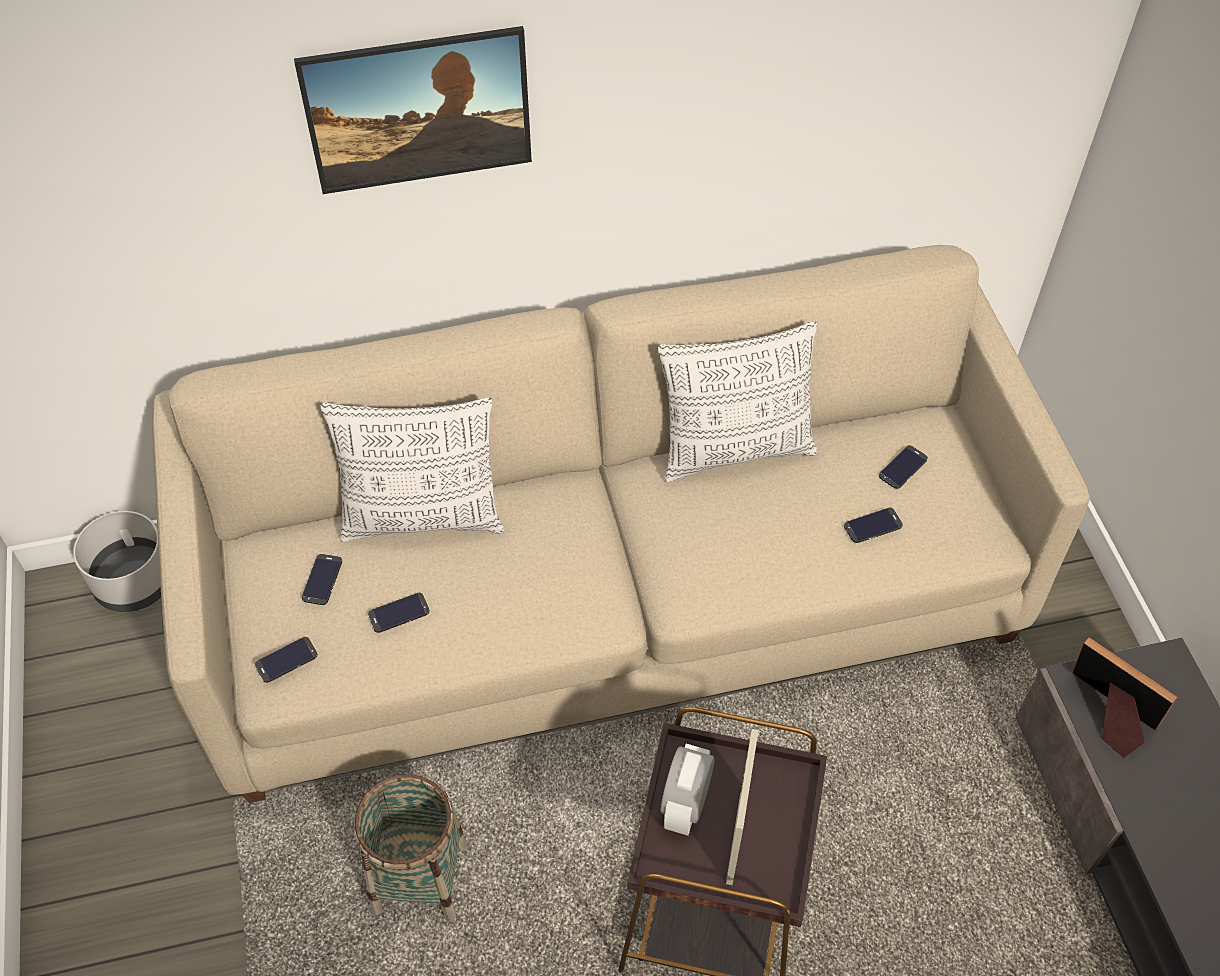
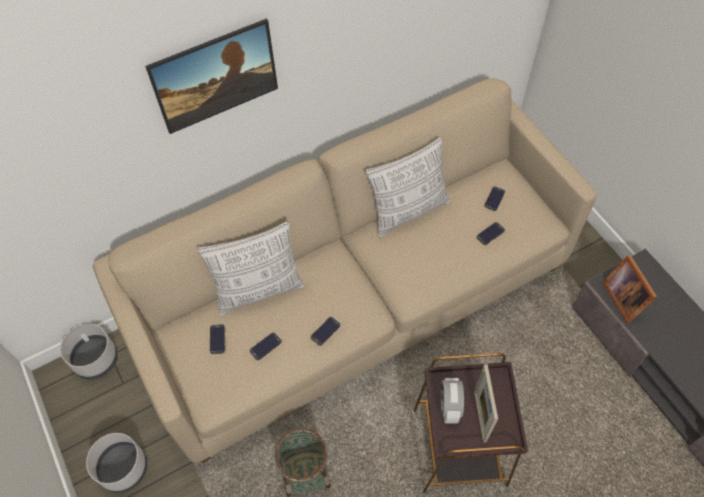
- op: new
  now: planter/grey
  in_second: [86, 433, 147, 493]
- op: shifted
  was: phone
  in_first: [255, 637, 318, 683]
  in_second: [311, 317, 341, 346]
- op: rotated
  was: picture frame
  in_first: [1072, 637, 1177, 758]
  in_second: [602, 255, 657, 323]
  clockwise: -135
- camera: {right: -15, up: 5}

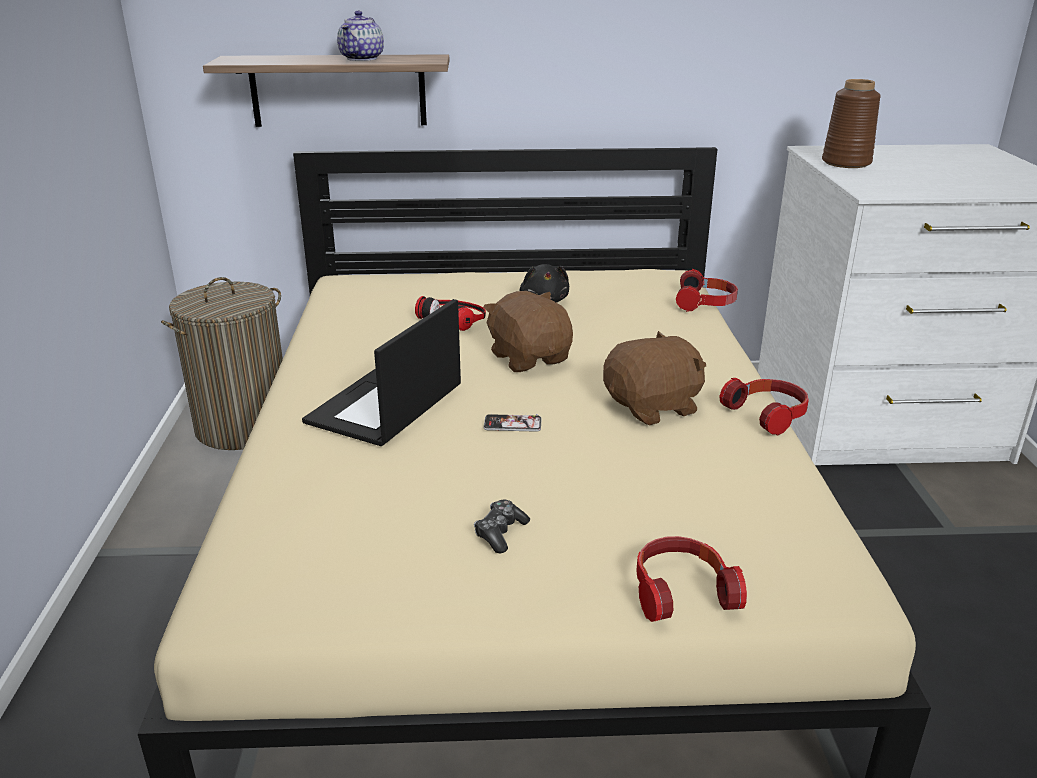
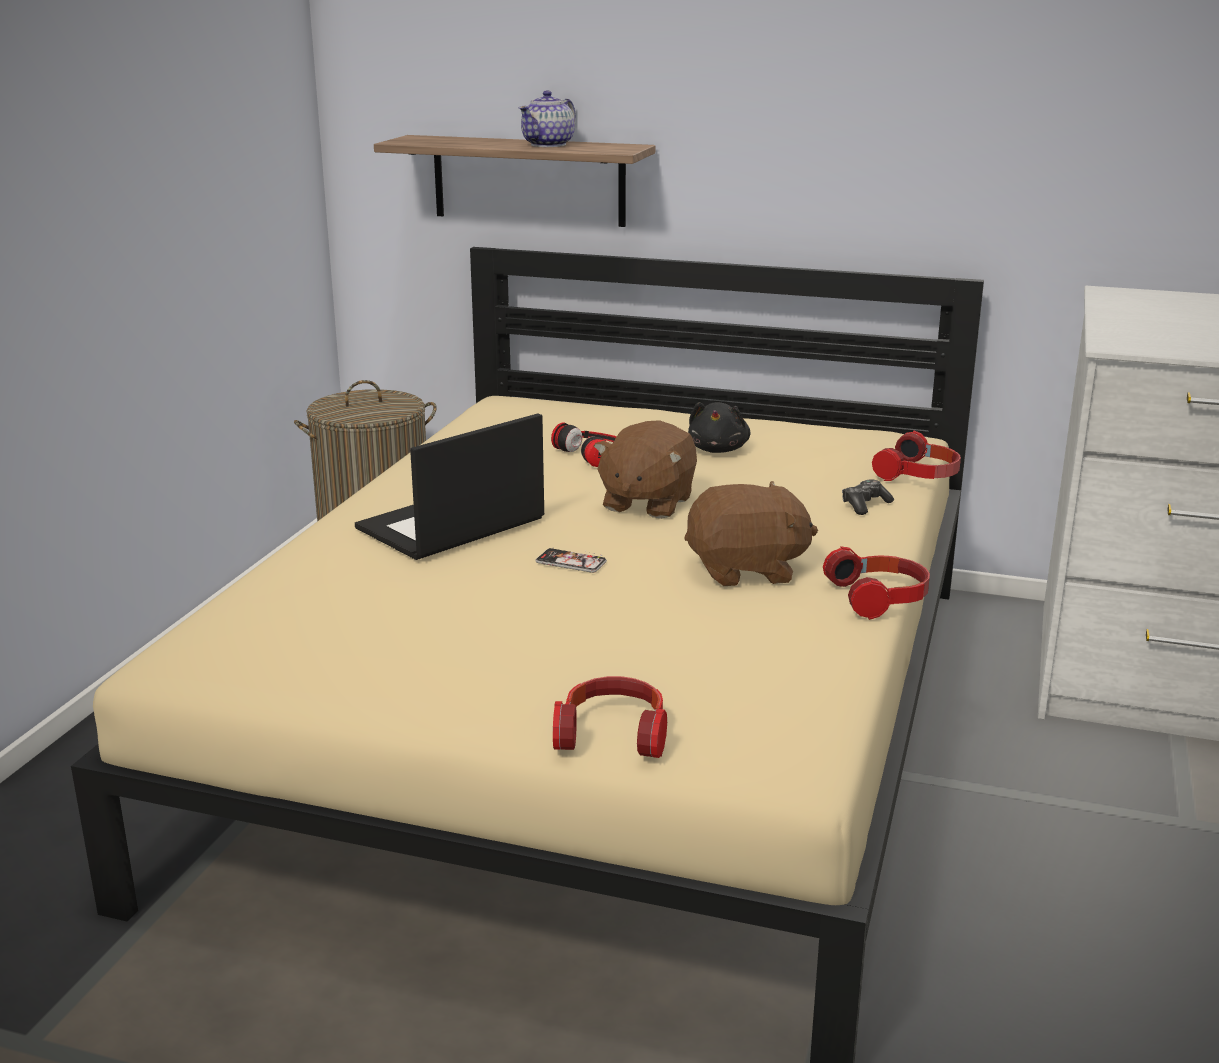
- op: rotated
  was: plush toy/brown
  in_first: [483, 291, 573, 372]
  in_second: [594, 420, 697, 519]
  clockwise: -150
- op: shifted
  was: game controller
  in_first: [474, 500, 530, 553]
  in_second: [842, 479, 894, 515]
- op: gone
  was: vase/brown
  in_first: [822, 79, 881, 168]
- camera: {right: 20, up: -5}

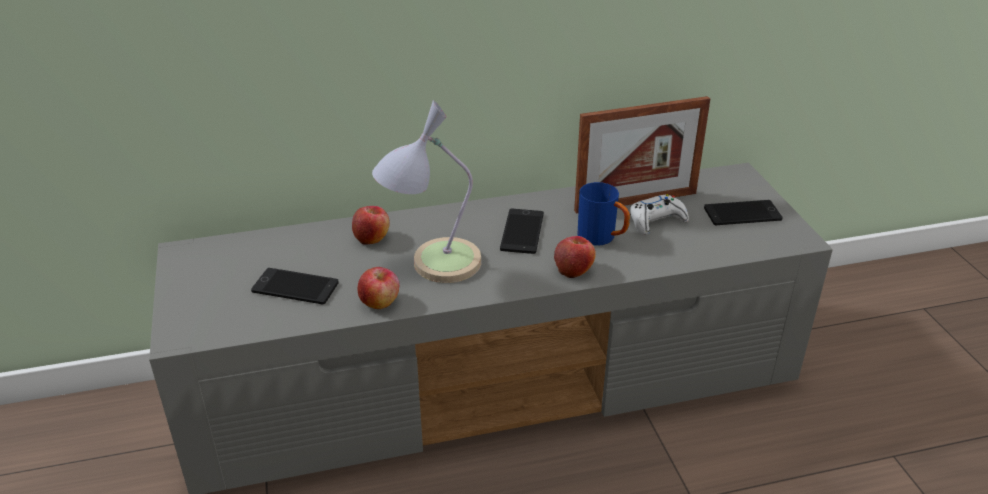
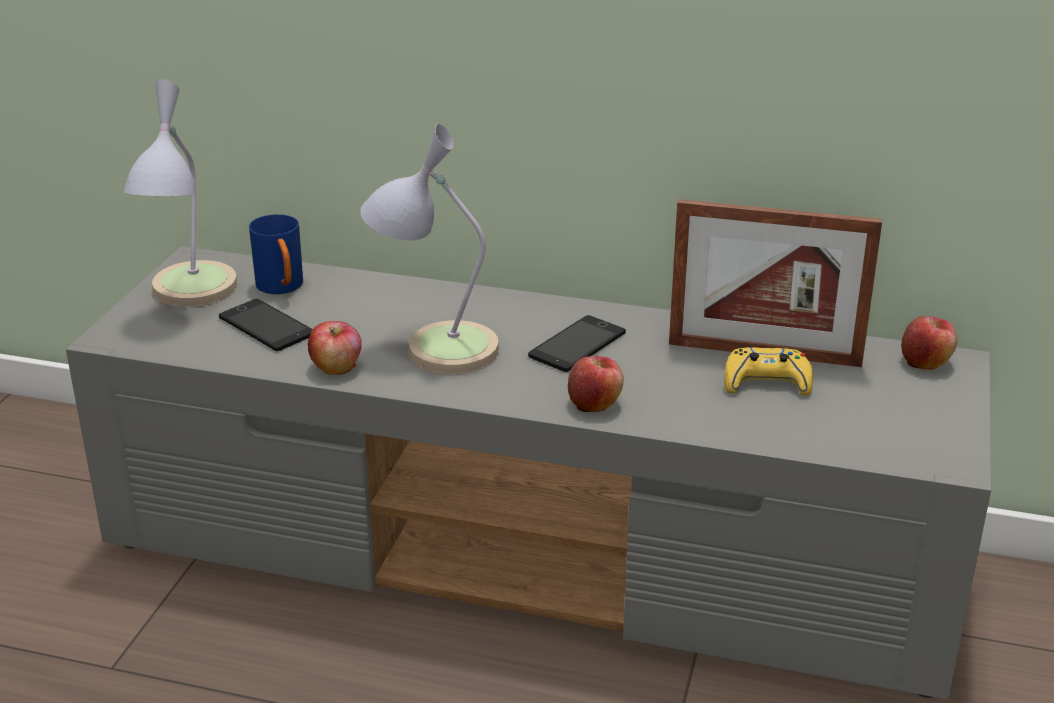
- op: new
  now: table lamp
  in_second: [124, 79, 238, 307]
- op: shifted
  was: mug/blue
  in_first: [577, 182, 630, 246]
  in_second: [249, 214, 303, 294]
- op: repainted
  was: game controller/white
  now: game controller/yellow
  in_first: [630, 194, 689, 235]
  in_second: [724, 347, 813, 396]
- op: shifted
  was: apple
  in_first: [352, 206, 390, 245]
  in_second: [901, 316, 957, 370]
- op: gone
  was: phone
  in_first: [704, 200, 783, 226]
- camera: {right: 30, up: -5}

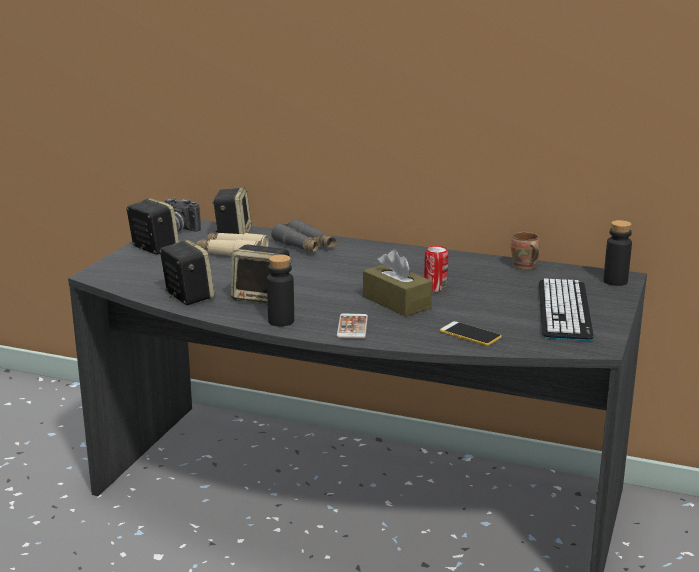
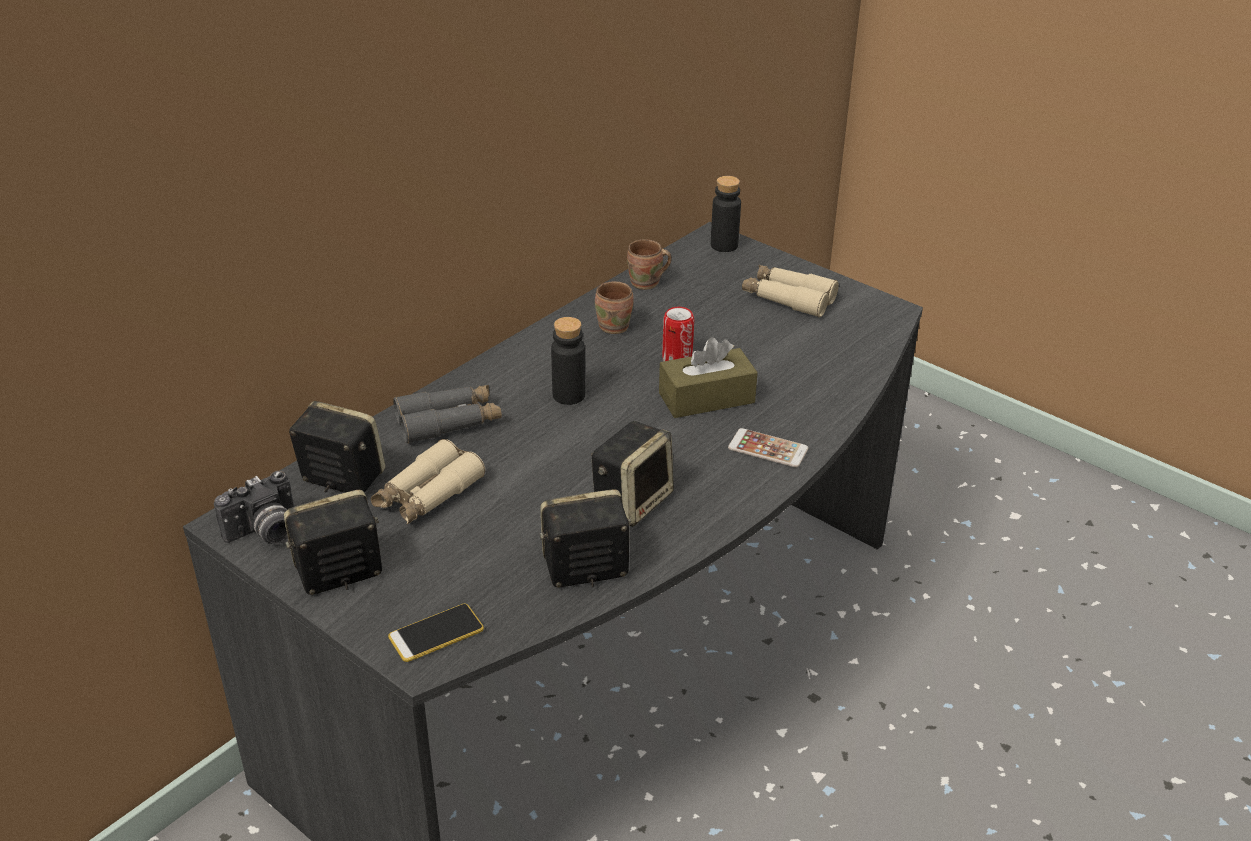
- op: shifted
  was: phone
  in_first: [440, 321, 502, 346]
  in_second: [388, 604, 484, 662]
- op: shifted
  was: bottle/black
  in_first: [267, 255, 294, 326]
  in_second: [551, 317, 585, 405]
- op: new
  now: mug/brown
  in_second: [595, 281, 634, 334]
- op: swapped
  was: keyboard
  now: binoculars/beige
  in_first: [539, 278, 594, 341]
  in_second: [742, 265, 839, 318]
- camera: {right: -70, up: 15}

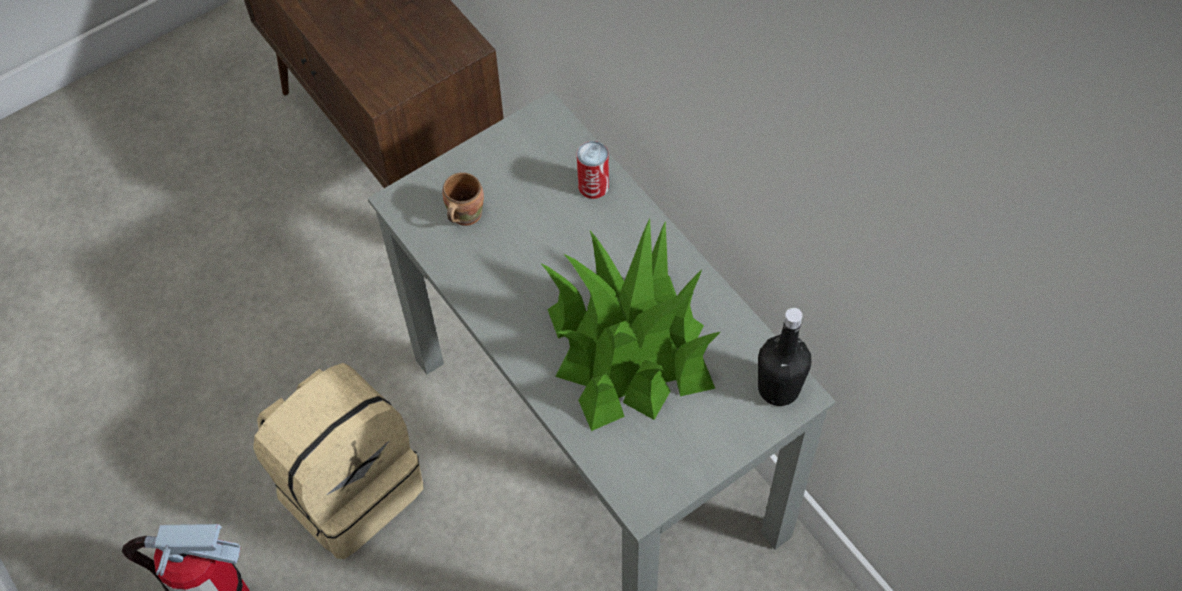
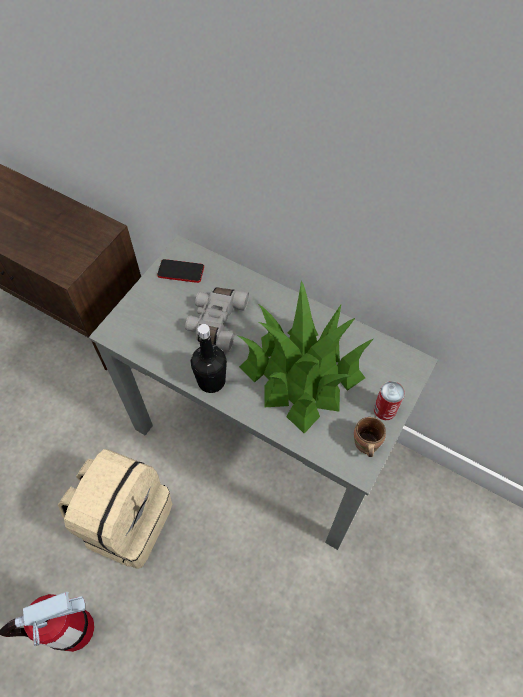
- op: new
  now: phone
  in_second: [157, 259, 204, 283]
- op: new
  now: binoculars/grey
  in_second: [185, 287, 249, 352]
- op: shifted
  was: bottle/black
  in_first: [758, 308, 811, 406]
  in_second: [191, 324, 227, 393]
- op: shifted
  was: mug/brown
  in_first: [443, 172, 484, 226]
  in_second: [354, 417, 386, 457]
- op: shifted
  was: can
  in_first: [577, 141, 609, 199]
  in_second: [374, 381, 405, 420]
- camera: {right: -25, up: 0}

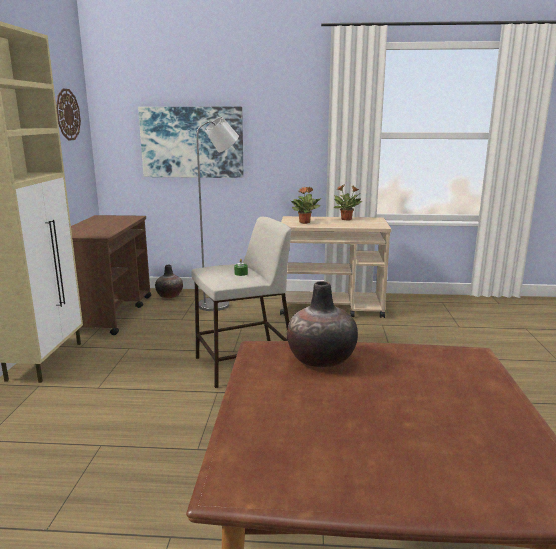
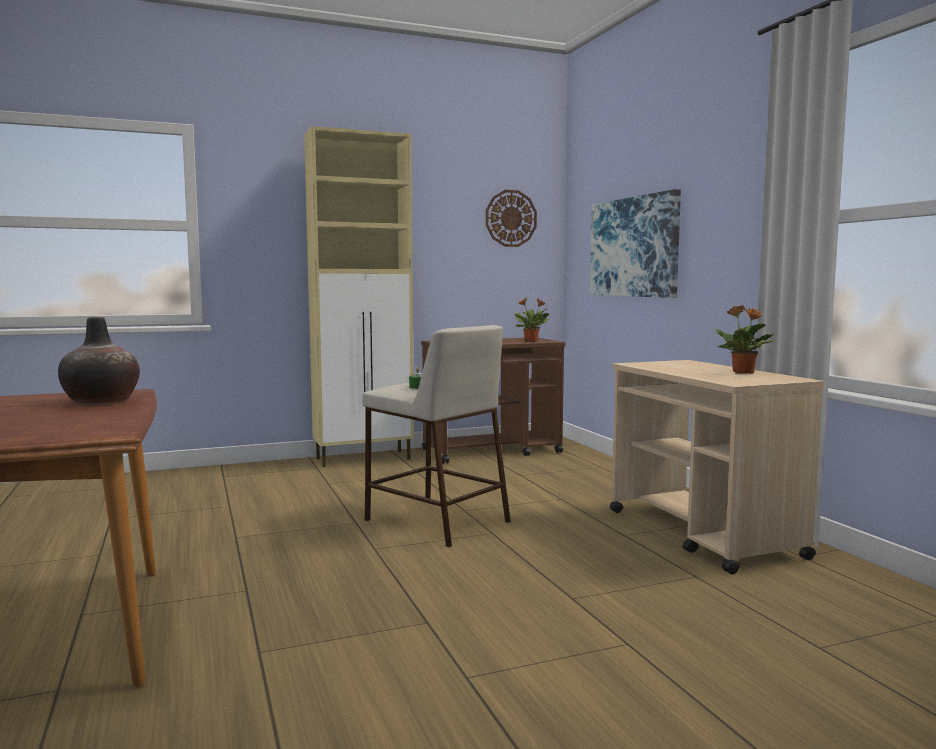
- op: shifted
  was: potted plant
  in_first: [291, 187, 321, 224]
  in_second: [514, 297, 549, 342]
- op: gone
  was: vase
  in_first: [155, 265, 183, 298]
- op: gone
  was: floor lamp/grey
  in_first: [196, 117, 239, 311]
- camera: {right: 65, up: -10}

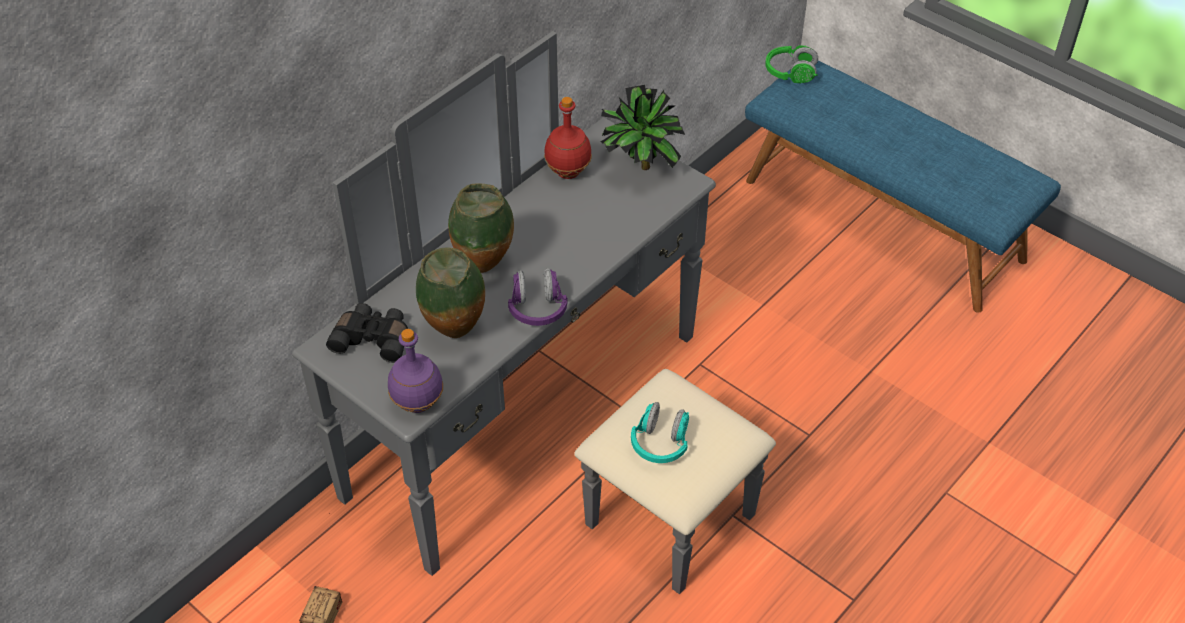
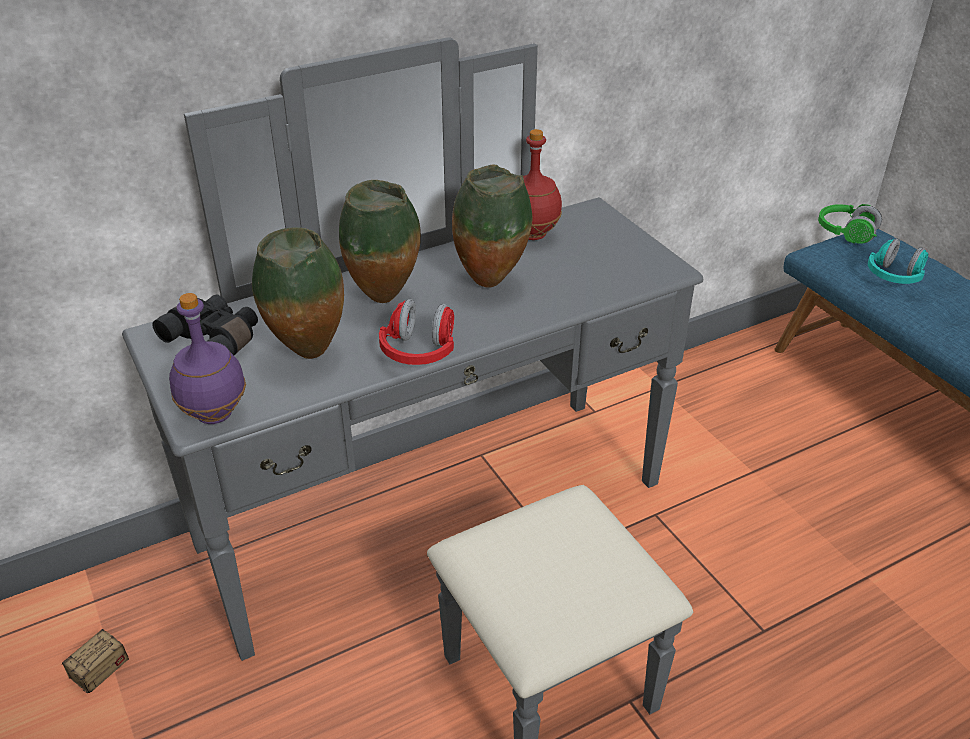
- op: repainted
  was: headphones/purple
  now: headphones/red
  in_first: [508, 268, 567, 326]
  in_second: [379, 299, 454, 365]
- op: new
  now: vase
  in_second: [452, 165, 532, 288]
- op: shifted
  was: headphones/turquoise
  in_first: [631, 402, 689, 463]
  in_second: [868, 239, 928, 284]
- op: gone
  was: potted plant
  in_first: [601, 85, 685, 170]
- camera: {right: 20, up: -10}

